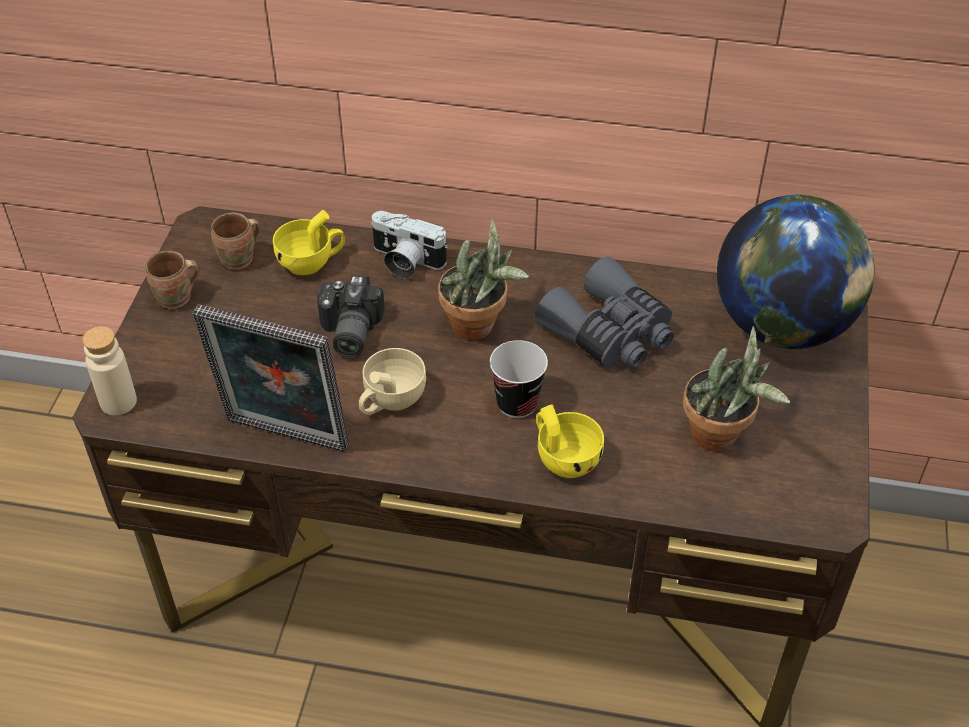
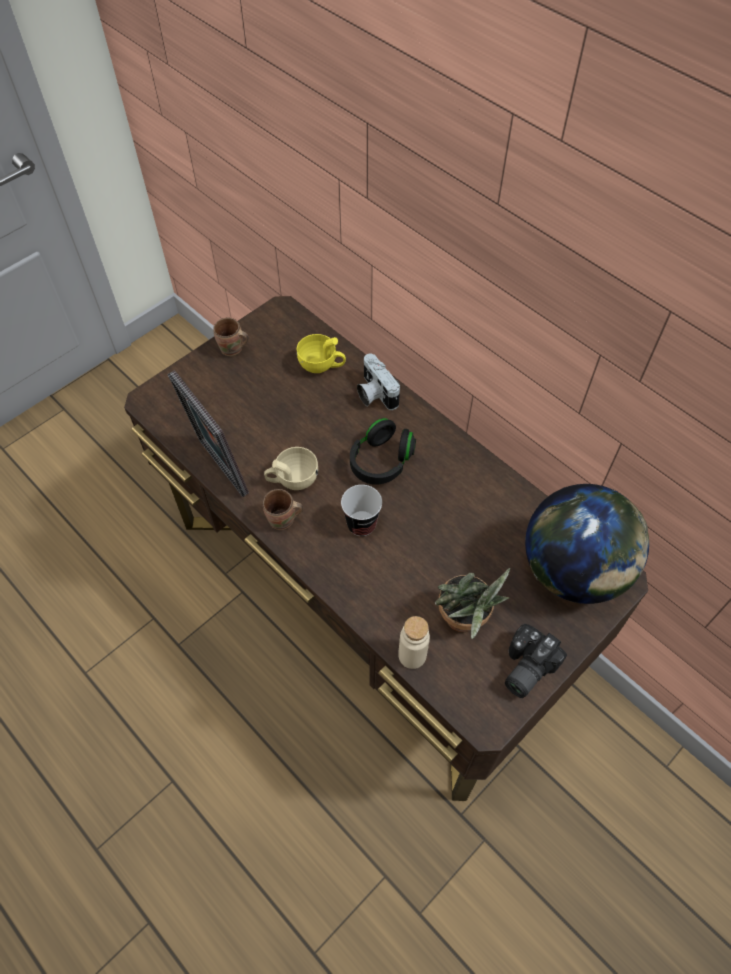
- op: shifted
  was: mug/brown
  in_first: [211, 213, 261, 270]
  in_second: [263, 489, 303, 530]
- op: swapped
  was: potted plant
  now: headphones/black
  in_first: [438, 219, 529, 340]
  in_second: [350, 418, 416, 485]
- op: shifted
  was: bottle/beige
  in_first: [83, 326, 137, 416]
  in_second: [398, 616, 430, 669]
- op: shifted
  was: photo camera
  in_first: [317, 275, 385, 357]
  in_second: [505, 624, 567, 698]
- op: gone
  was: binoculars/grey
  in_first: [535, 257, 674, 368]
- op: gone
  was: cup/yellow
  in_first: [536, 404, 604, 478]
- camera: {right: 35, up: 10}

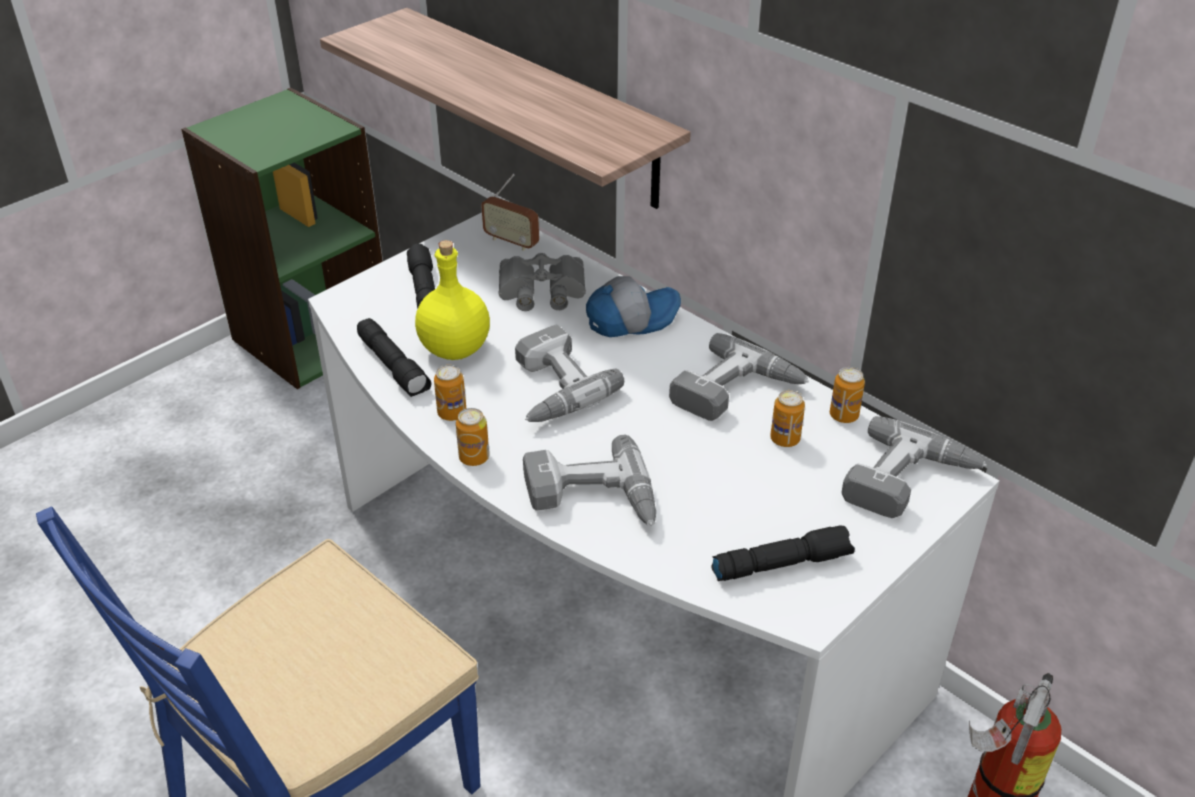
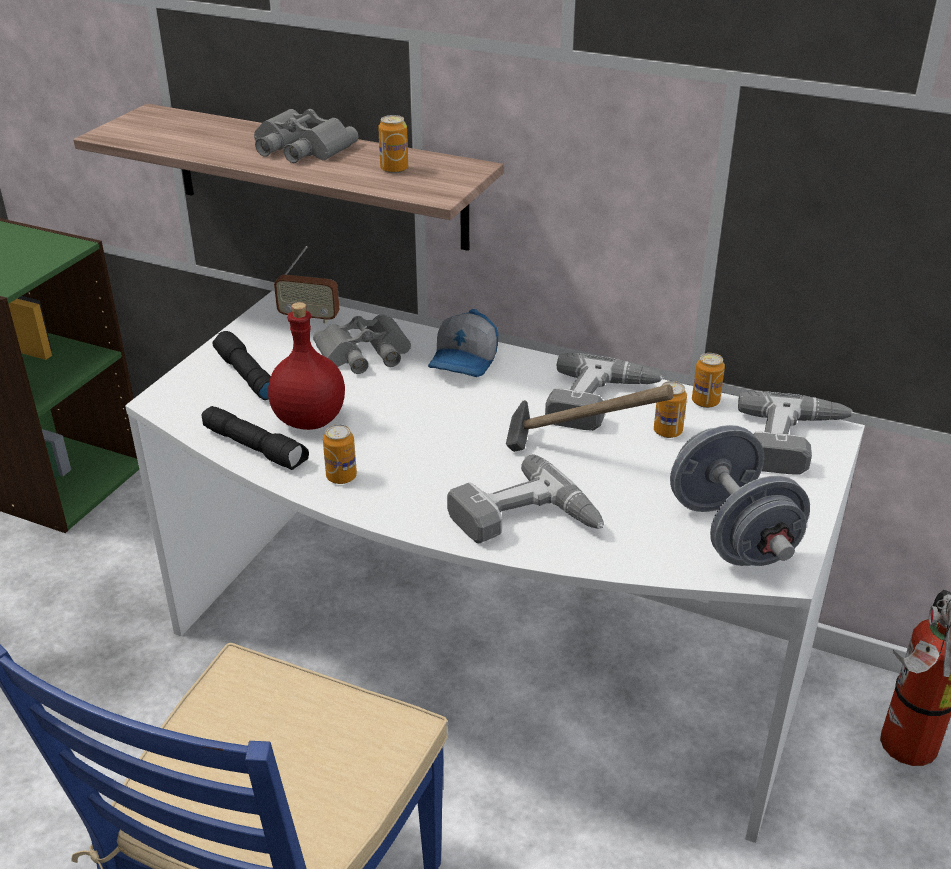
- op: new
  now: binoculars/grey
  in_second: [254, 109, 358, 163]
- op: repainted
  was: bottle/yellow
  now: bottle/red
  in_first: [415, 240, 490, 360]
  in_second: [268, 302, 345, 430]
- op: shifted
  was: can
  in_first: [456, 408, 489, 466]
  in_second: [378, 115, 409, 173]
- op: rotated
  was: cap
  in_first: [586, 276, 681, 337]
  in_second: [428, 309, 498, 377]
  clockwise: 150
- op: new
  now: hammer
  in_second: [506, 384, 674, 452]
- op: swapped
  was: flashlight/black
  now: dumbbell/grey
  in_first: [712, 525, 855, 581]
  in_second: [670, 425, 810, 566]
- op: gone
  was: power drill
  in_first: [515, 325, 624, 422]
- camera: {right: -20, up: -5}

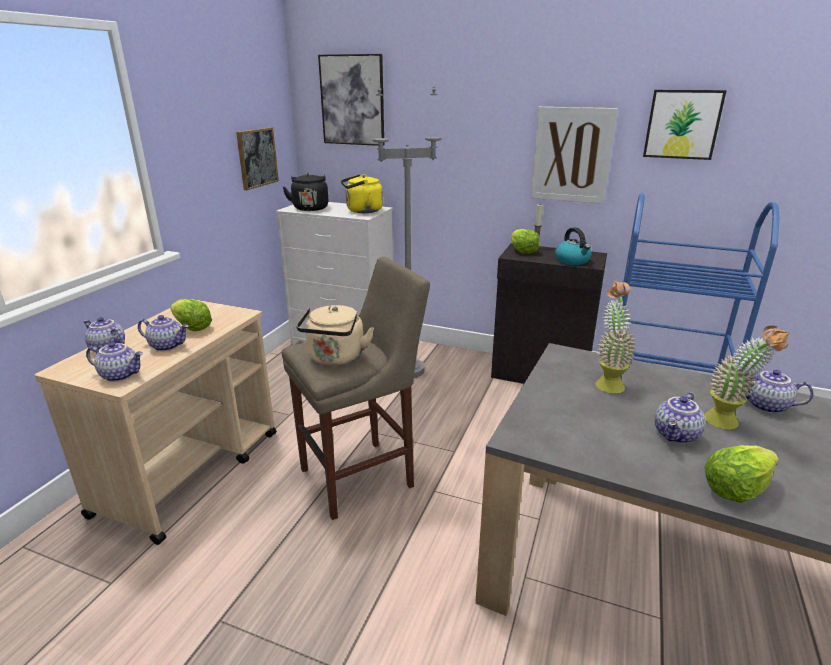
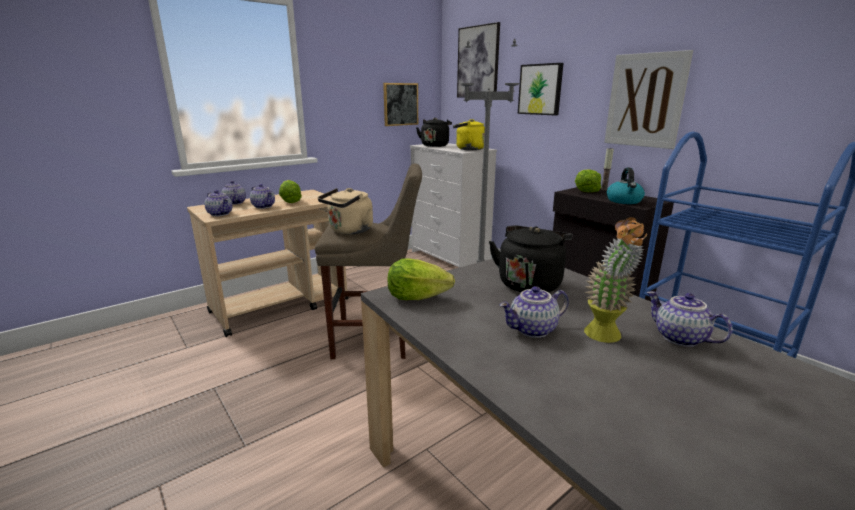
- op: shifted
  was: lettuce
  in_first: [705, 445, 779, 503]
  in_second: [388, 258, 455, 300]
- op: swapped
  was: potted plant
  now: kettle/black
  in_first: [596, 281, 637, 393]
  in_second: [489, 225, 572, 292]
- op: shifted
  was: picture
  in_first: [643, 90, 727, 160]
  in_second: [518, 63, 563, 115]
- camera: {right: 30, up: -5}

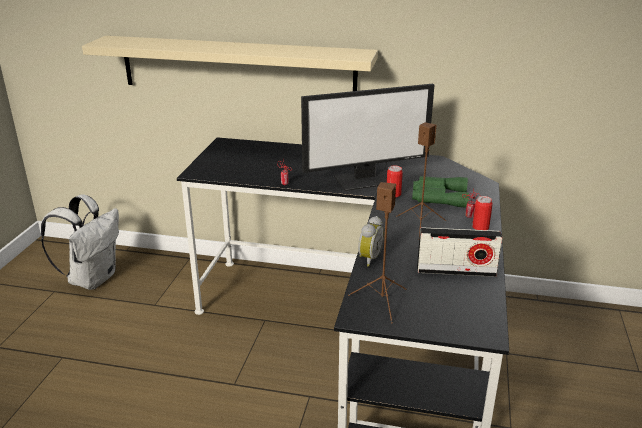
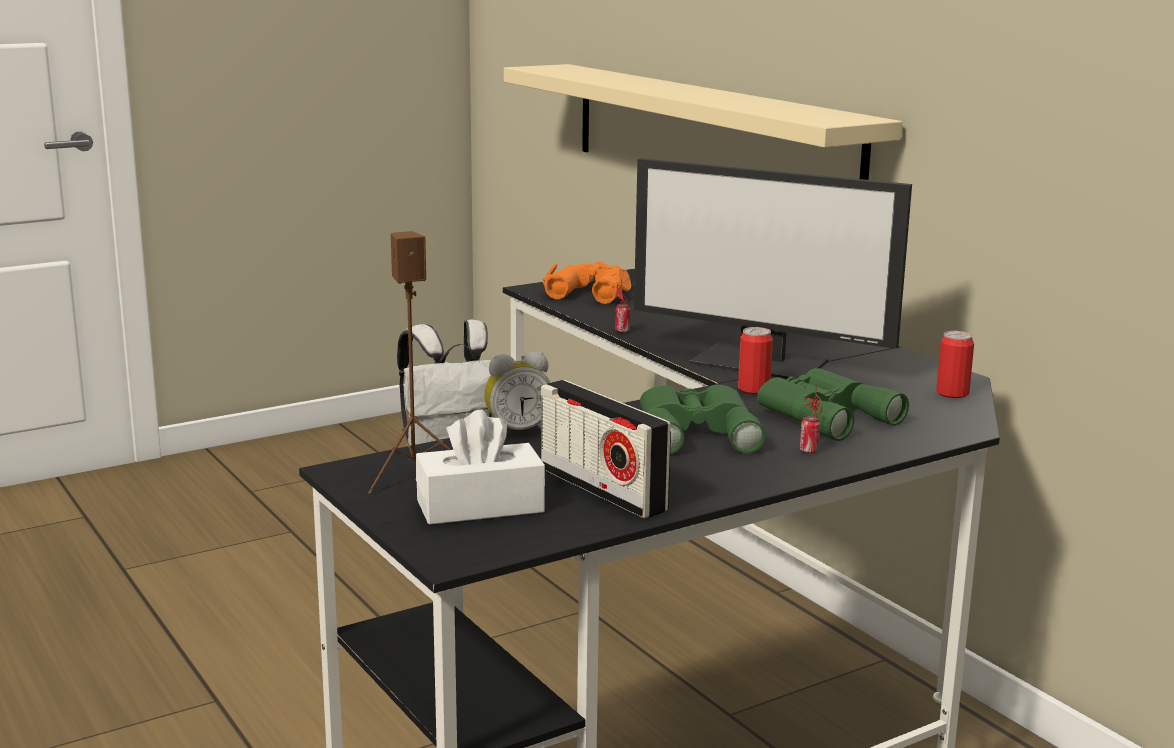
- op: new
  now: tissue box/white
  in_second: [416, 410, 545, 525]
- op: new
  now: binoculars/orange
  in_second: [543, 261, 631, 304]
- op: swapped
  was: speaker/brown
  now: binoculars/green
  in_first: [396, 122, 446, 237]
  in_second: [640, 385, 766, 455]
- op: shifted
  was: can
  in_first: [472, 196, 493, 230]
  in_second: [936, 331, 974, 398]
- camera: {right: 45, up: -10}

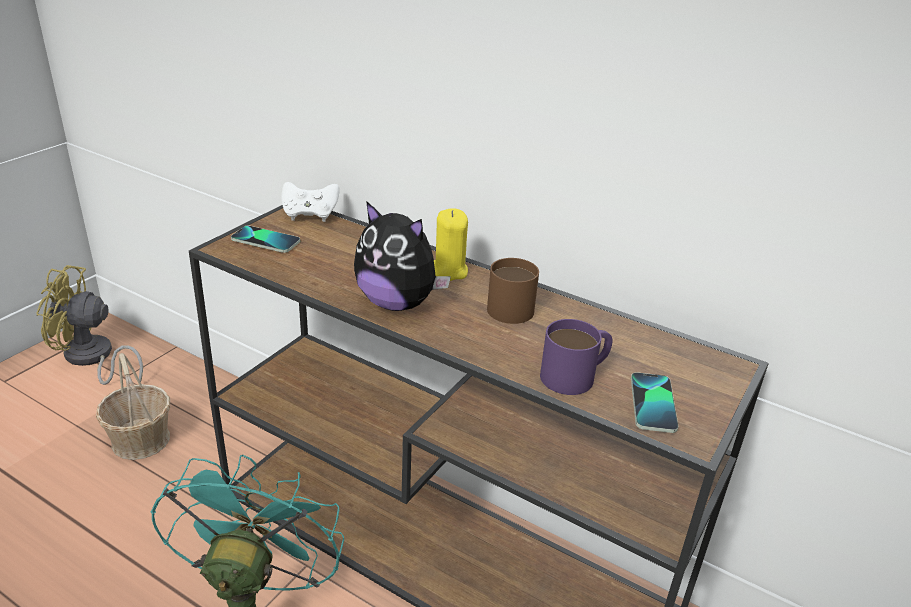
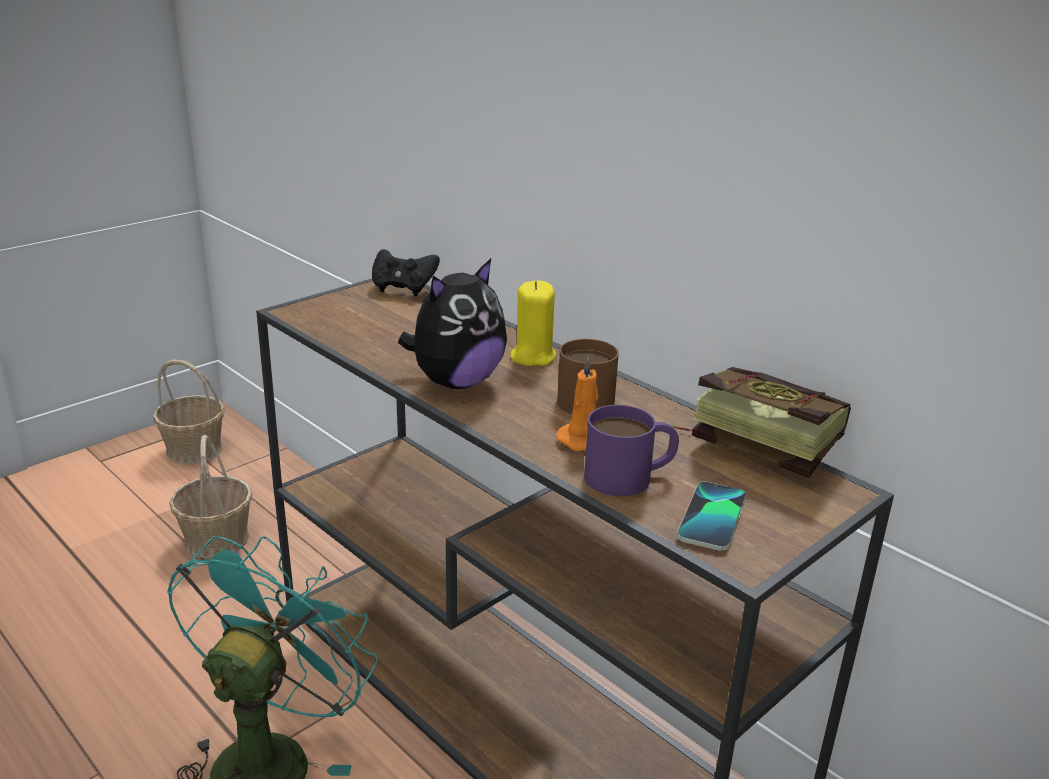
- op: swapped
  was: fan/yellow
  now: basket
  in_first: [36, 265, 143, 385]
  in_second: [153, 360, 225, 464]
- op: repainted
  was: game controller/white
  now: game controller/black
  in_first: [281, 182, 340, 222]
  in_second: [372, 249, 440, 296]
- op: rotated
  was: plush toy
  in_first: [354, 201, 451, 311]
  in_second: [398, 259, 507, 389]
  clockwise: -90
- op: new
  now: candle/orange
  in_second: [556, 355, 598, 451]
- op: new
  now: book
  in_second: [671, 367, 851, 478]
- op: gone
  was: phone
  in_first: [231, 226, 300, 253]
- camera: {right: 15, up: -5}

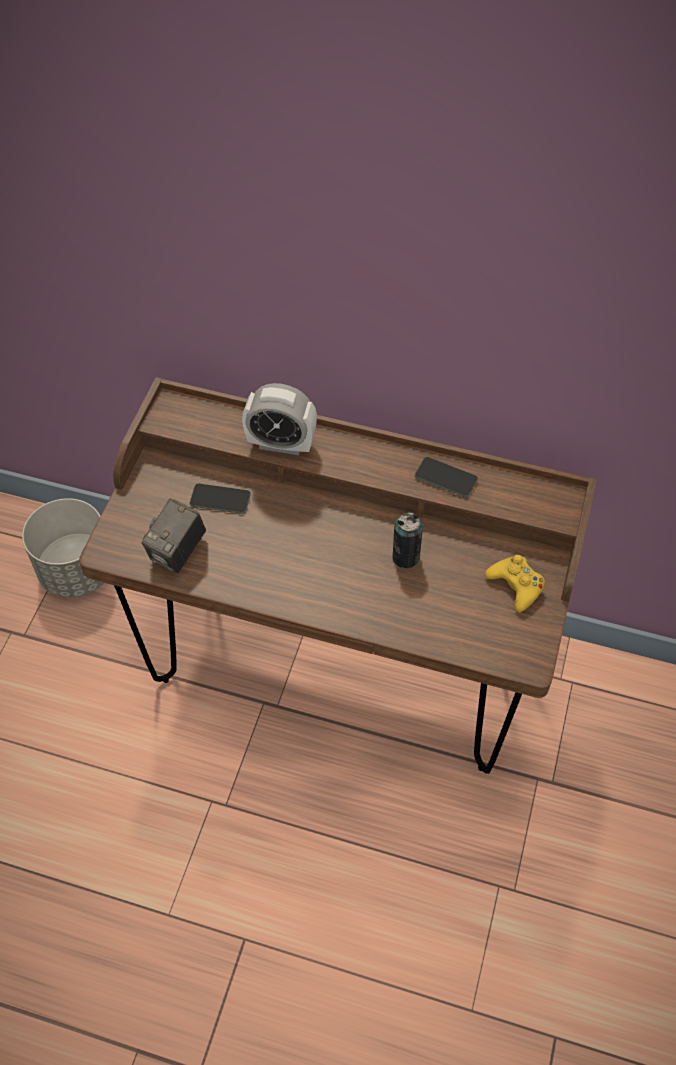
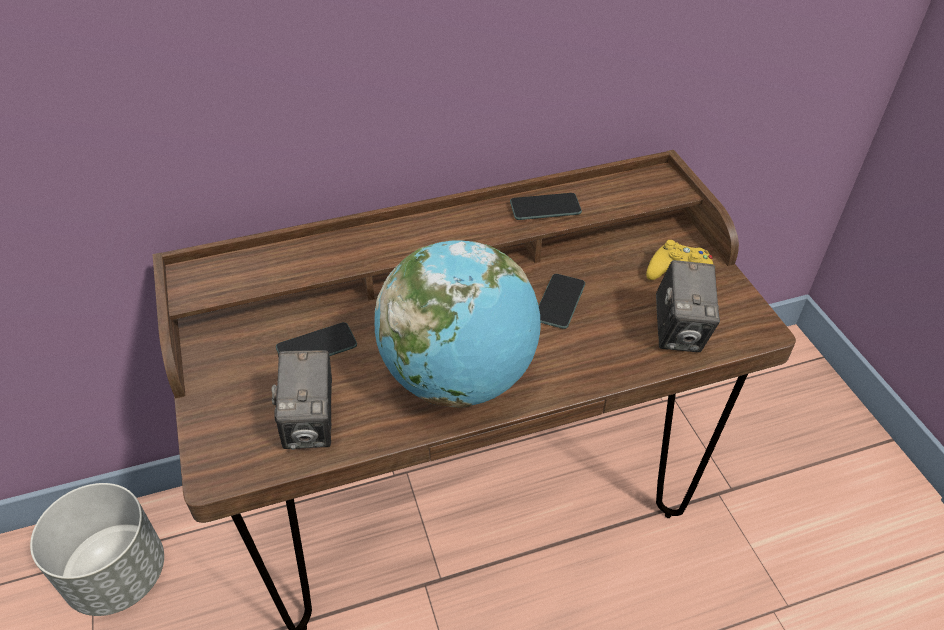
- op: new
  now: globe
  in_second: [374, 240, 541, 408]
- op: swapped
  was: can
  now: phone
  in_first: [392, 513, 423, 568]
  in_second: [539, 274, 585, 329]
- op: new
  now: photo camera
  in_second: [656, 260, 720, 352]
- op: gone
  was: alarm clock
  in_first: [242, 383, 317, 455]
- camera: {right: -35, up: -10}

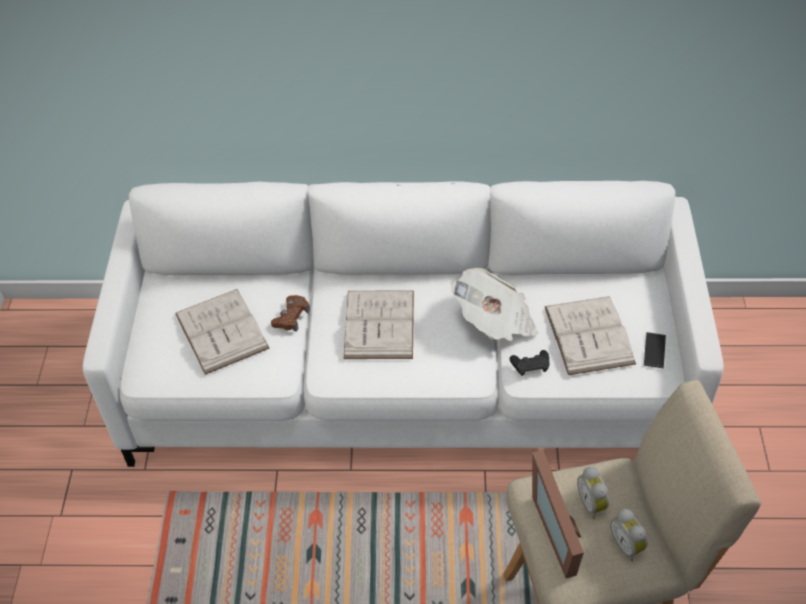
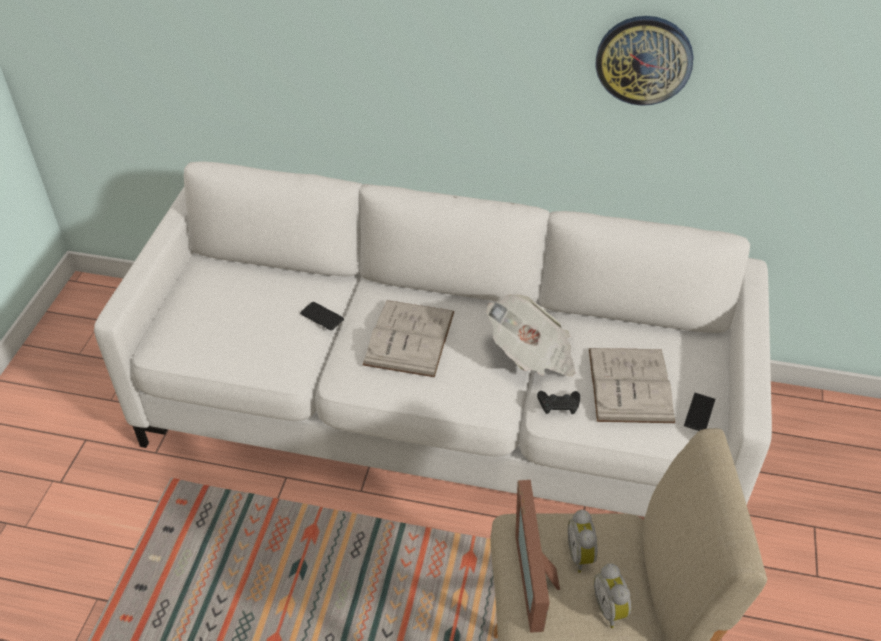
- op: swapped
  was: game controller/brown
  now: phone
  in_first: [271, 295, 310, 332]
  in_second: [300, 302, 344, 330]
- op: new
  now: wall clock
  in_second: [596, 16, 693, 106]
- op: gone
  was: book/white
  in_first: [175, 289, 270, 375]
- camera: {right: 10, up: -5}

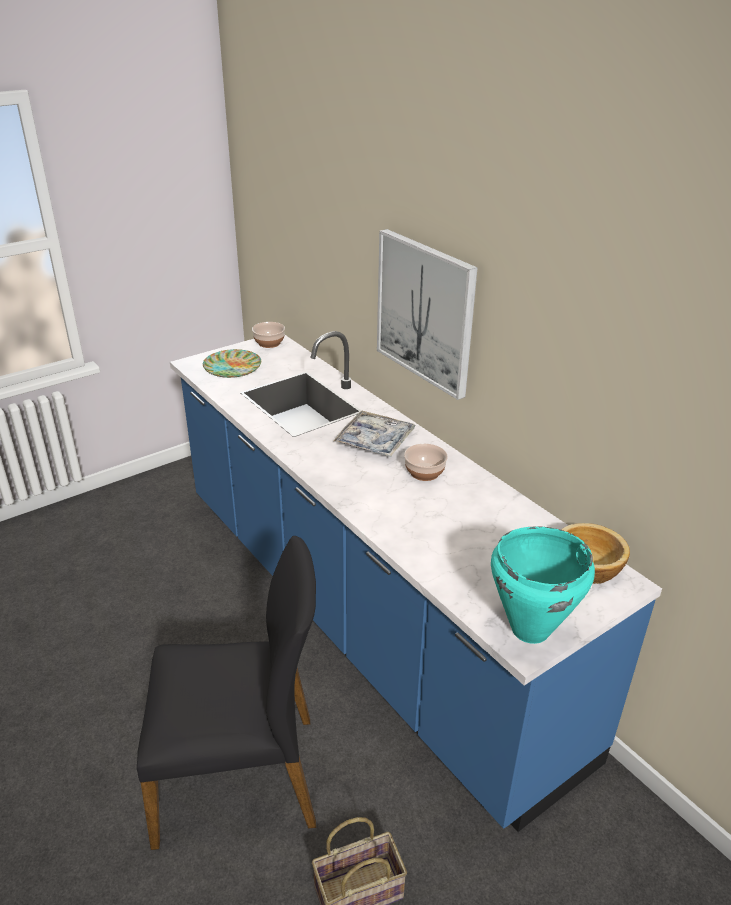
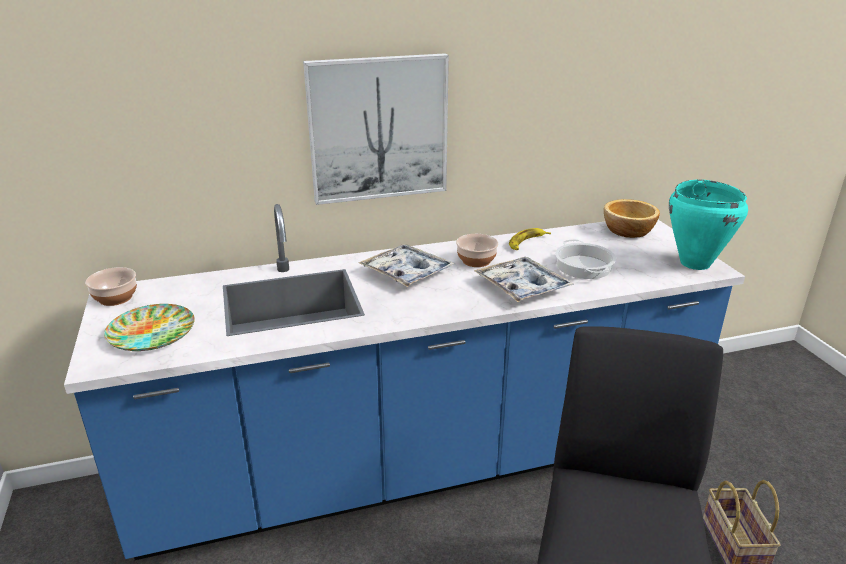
- op: new
  now: tray
  in_second: [474, 257, 574, 302]
- op: new
  now: banana
  in_second: [509, 228, 551, 250]
- op: new
  now: cooking pot
  in_second: [555, 239, 616, 279]
- camera: {right: -70, up: -5}

